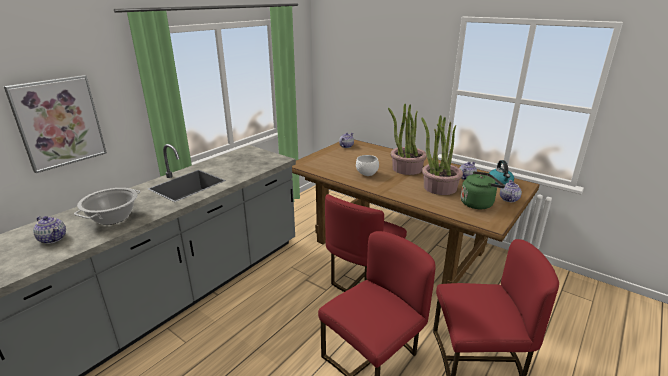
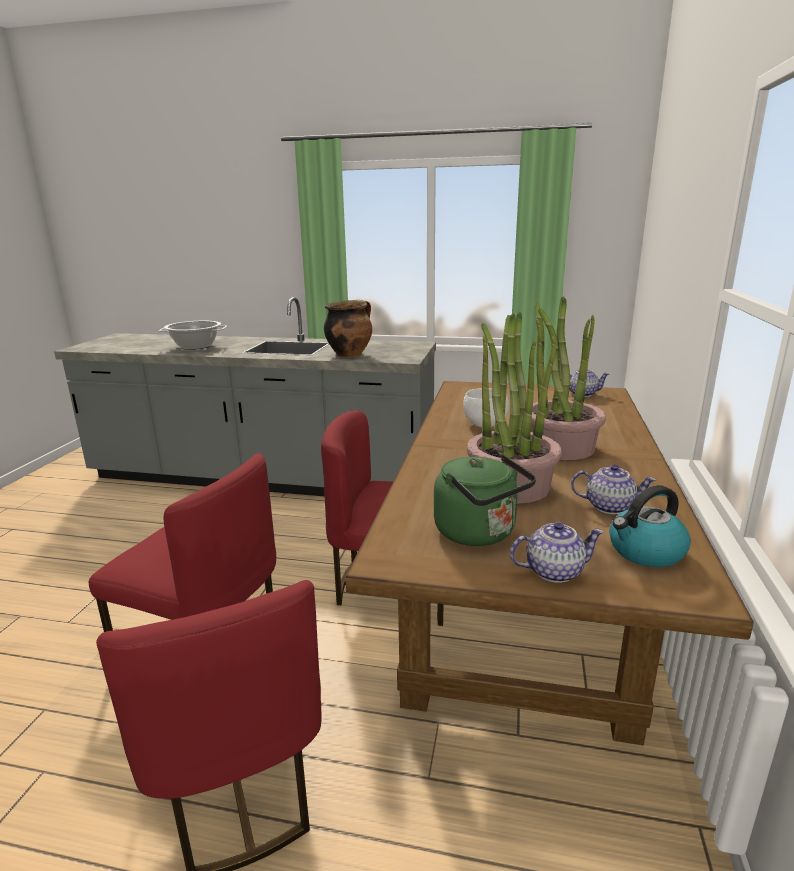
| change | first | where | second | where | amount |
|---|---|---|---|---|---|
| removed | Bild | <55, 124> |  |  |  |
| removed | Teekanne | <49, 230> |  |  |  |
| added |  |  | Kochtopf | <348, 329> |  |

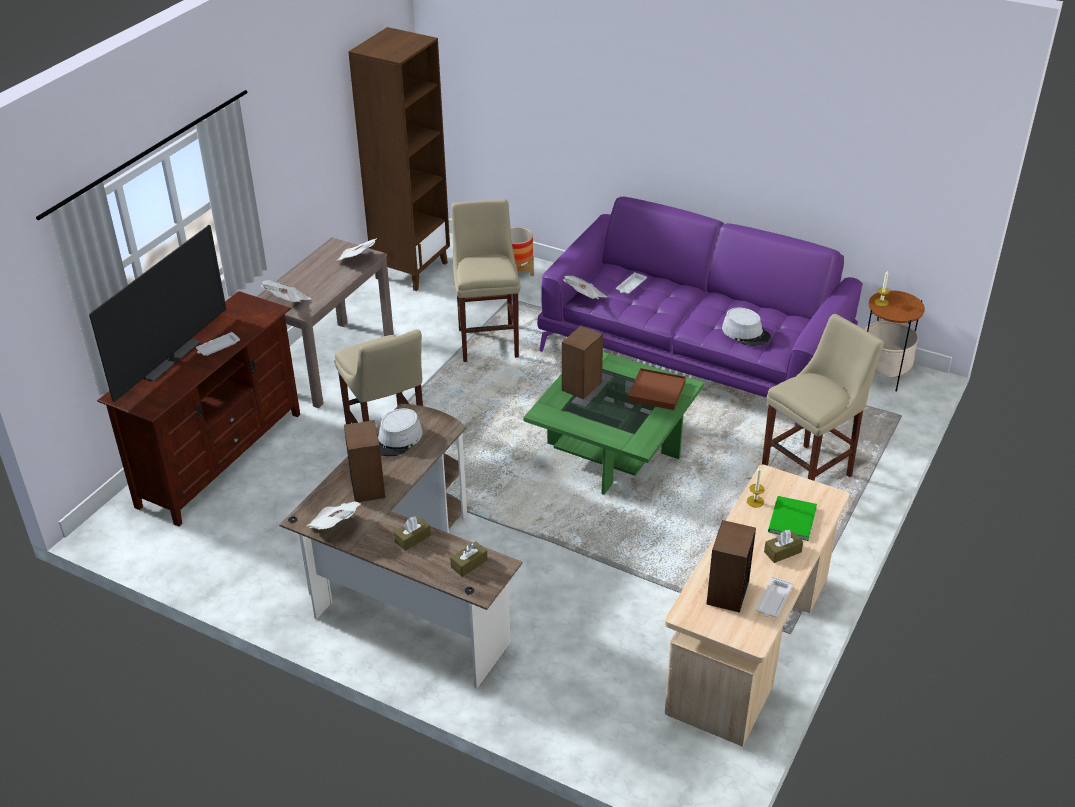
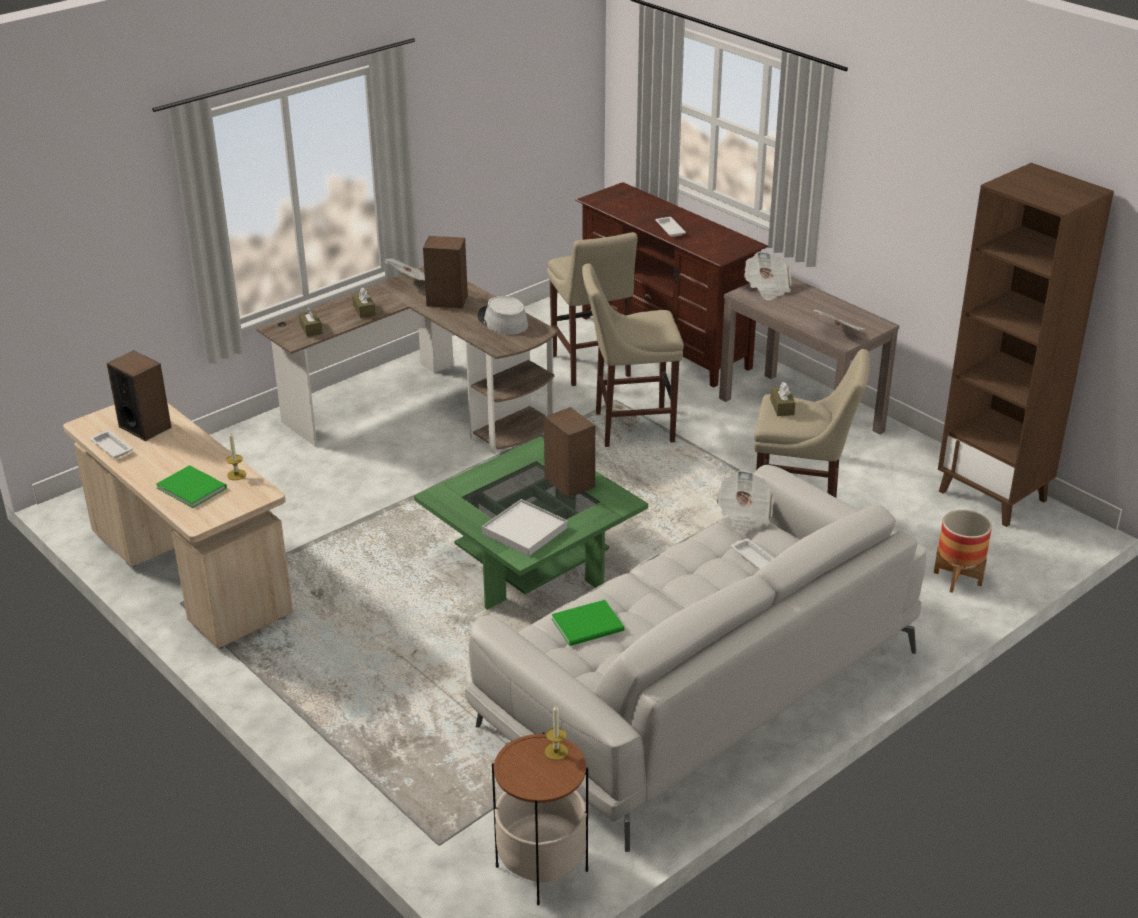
| change | first | where | second | where | amount |
|---|---|---|---|---|---|
| recoloured | Sofa (lila) | <700, 311> | Sofa (weiß) | <696, 658> |  |
| removed | Fernseher | <157, 313> |  |  |  |
| replaced | Hut (grau) | <746, 327> | Buch (grün) | <588, 623> |  |
| moved | Hocker (beige) | <823, 397> |  | <592, 309> |  |
| recoloured | Tablett (braun) | <657, 389> | Tablett (weiß) | <524, 527> |  |
| moved | Taschentuchbox (braun) | <783, 546> |  | <782, 399> |  |

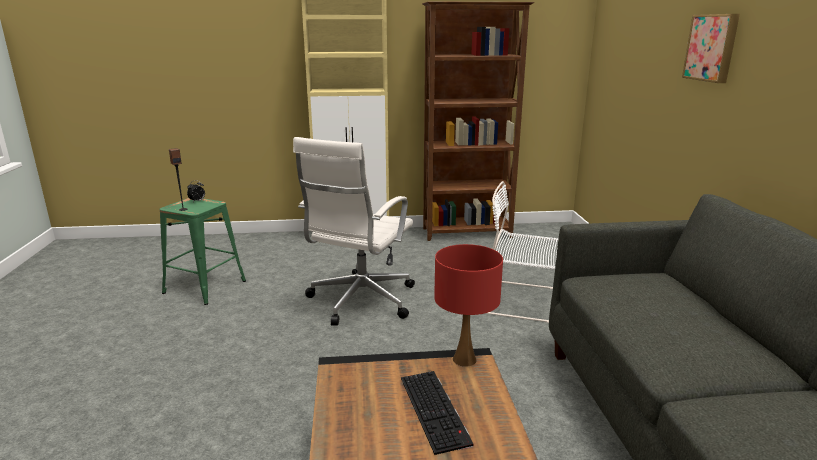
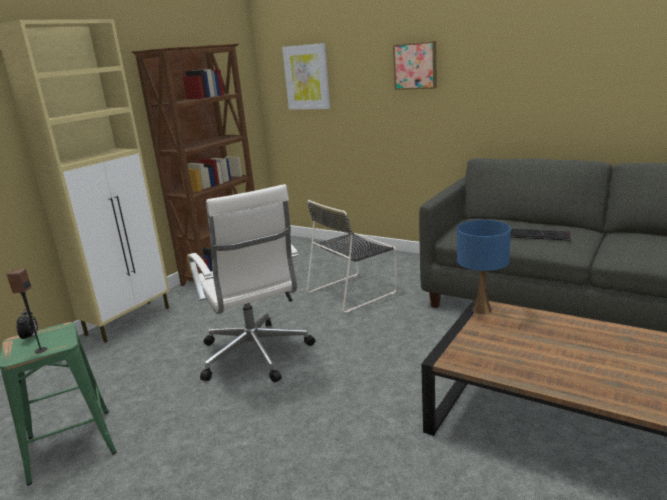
| change | first | where | second | where | amount |
|---|---|---|---|---|---|
| recoloured | Stuhl (weiß) | <521, 252> | Stuhl (schwarz) | <352, 256> |  |
| recoloured | Tischlampe (rot) | <468, 305> | Tischlampe (blau) | <484, 267> |  |
| moved | Tastatur | <437, 413> |  | <540, 235> |  |
| added |  |  | Bild | <306, 76> |  |

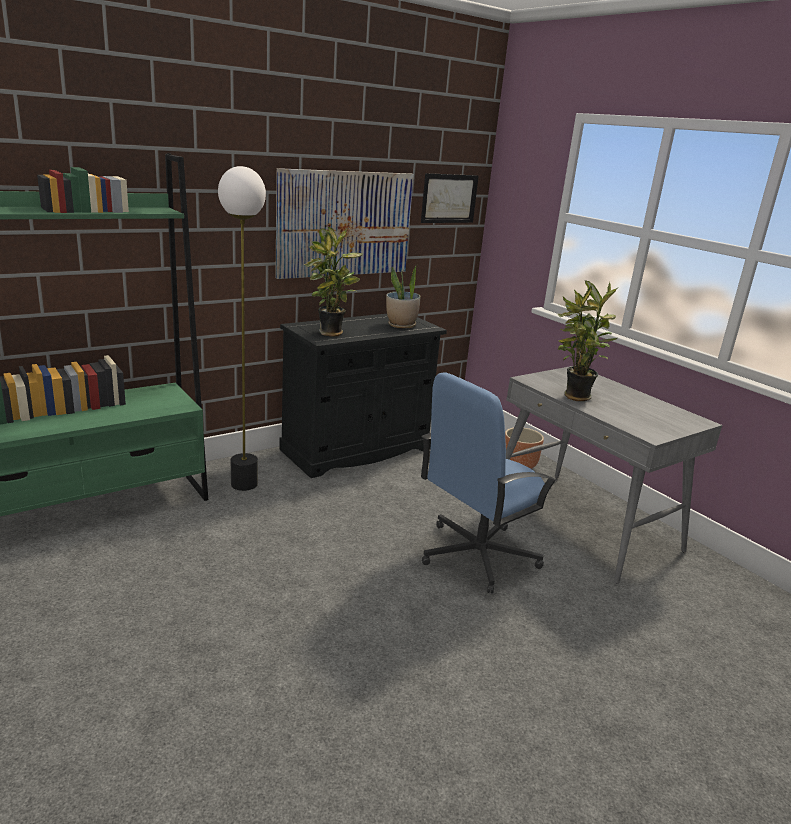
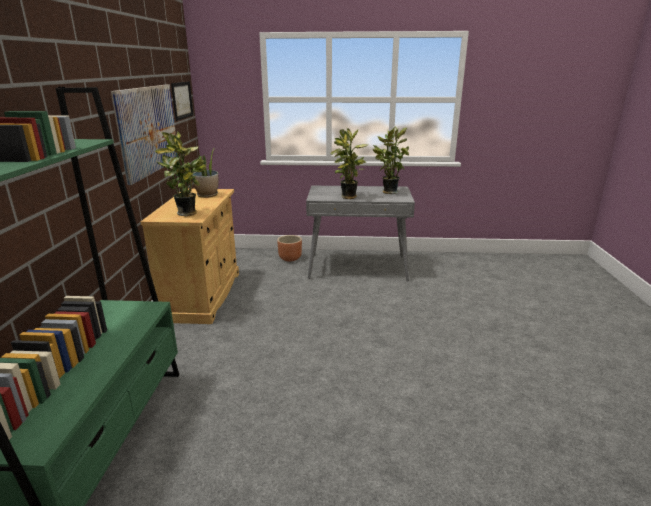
| change | first | where | second | where | amount |
|---|---|---|---|---|---|
| removed | Stehlampe | <242, 328> |  |  |  |
| recoloured | Schrank (schwarz) | <363, 396> | Schrank (beige) | <189, 256> |  |
| removed | Bürostuhl (blau) | <489, 483> |  |  |  |
| added |  |  | Topfpflanze | <391, 160> |  |

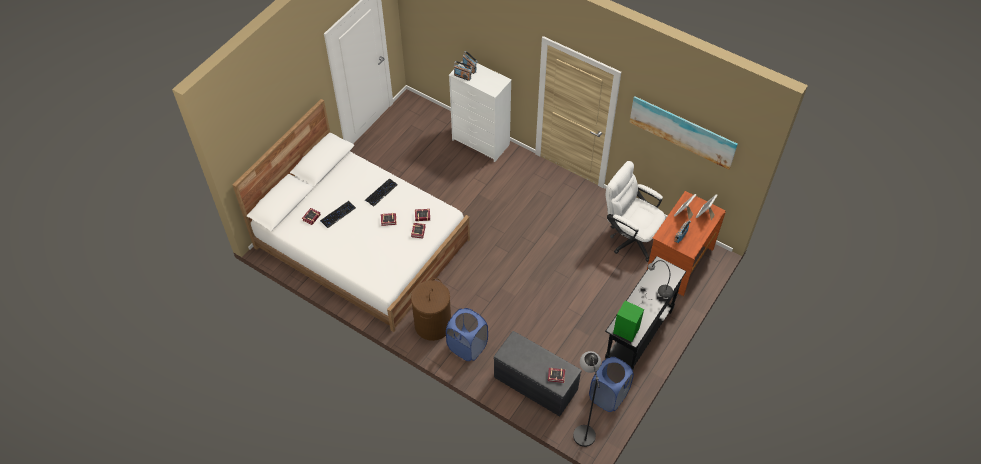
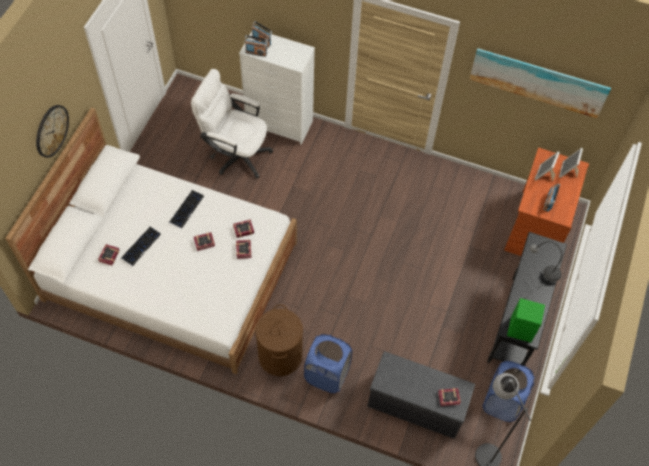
| change | first | where | second | where | amount |
|---|---|---|---|---|---|
| moved | Bürostuhl (weiß) | <635, 211> |  | <232, 124> |  |
| added |  |  | Wanduhr | <52, 131> |  |

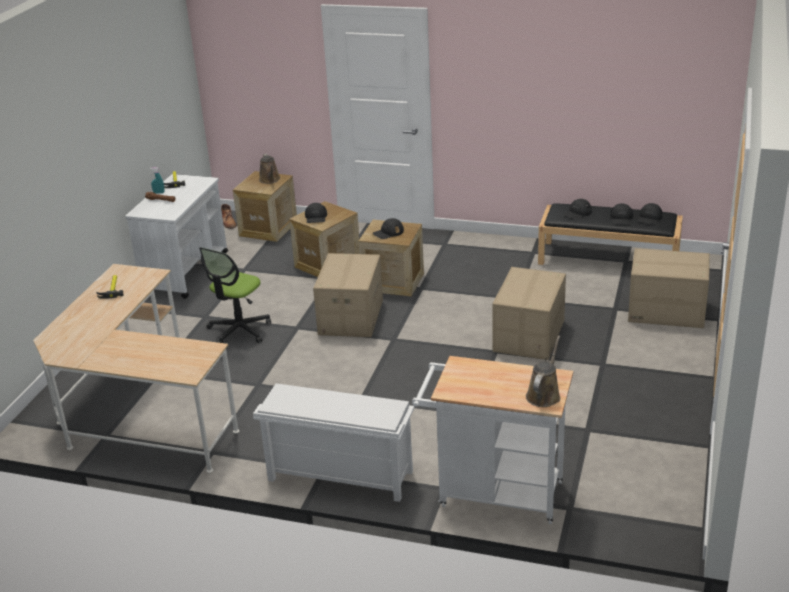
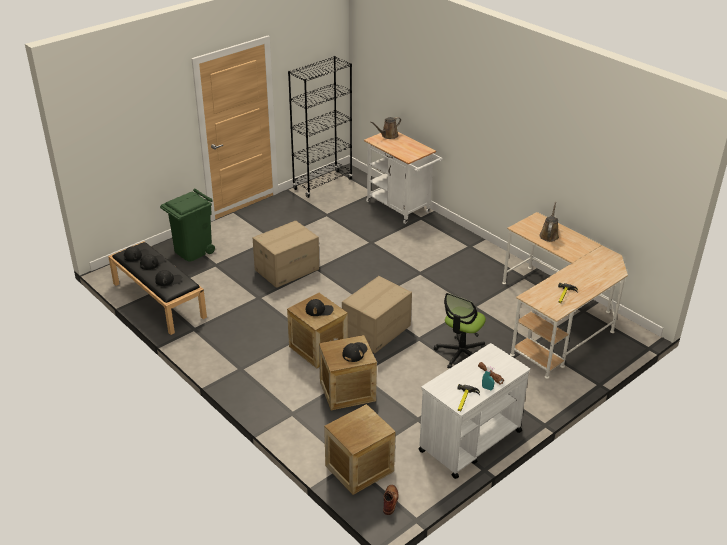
| change | first | where | second | where | amount |
|---|---|---|---|---|---|
| moved | Gießkanne (braun) | <269, 169> |  | <549, 222> |  |
| turned | Bürostuhl | <235, 295> |  | <460, 330> | 150 degrees clockwise |
| replaced | Karton | <669, 288> | Mülleimer (grün) | <187, 225> |  |
| removed | Schuhregal (weiß) | <333, 442> |  |  |  |
| added |  |  | Bücherregal (schwarz) | <320, 127> |  |

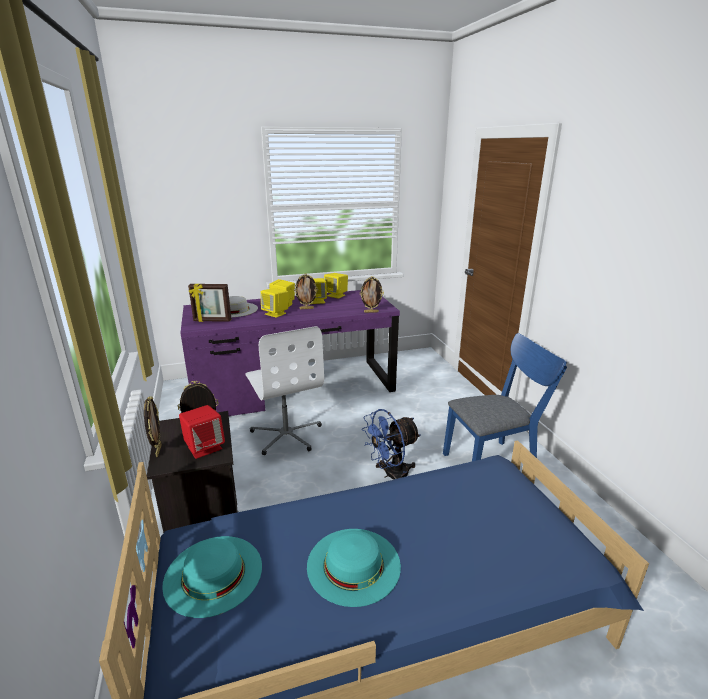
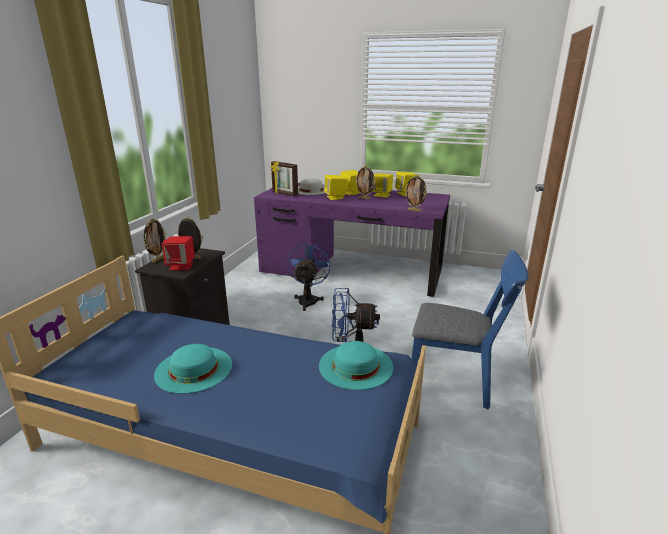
| change | first | where | second | where | amount |
|---|---|---|---|---|---|
| replaced | Bürostuhl (weiß) | <284, 390> | Ventilator (blau) | <309, 276> |  |
| moved | Hut (türkis) | <212, 577> |  | <356, 365> |  |

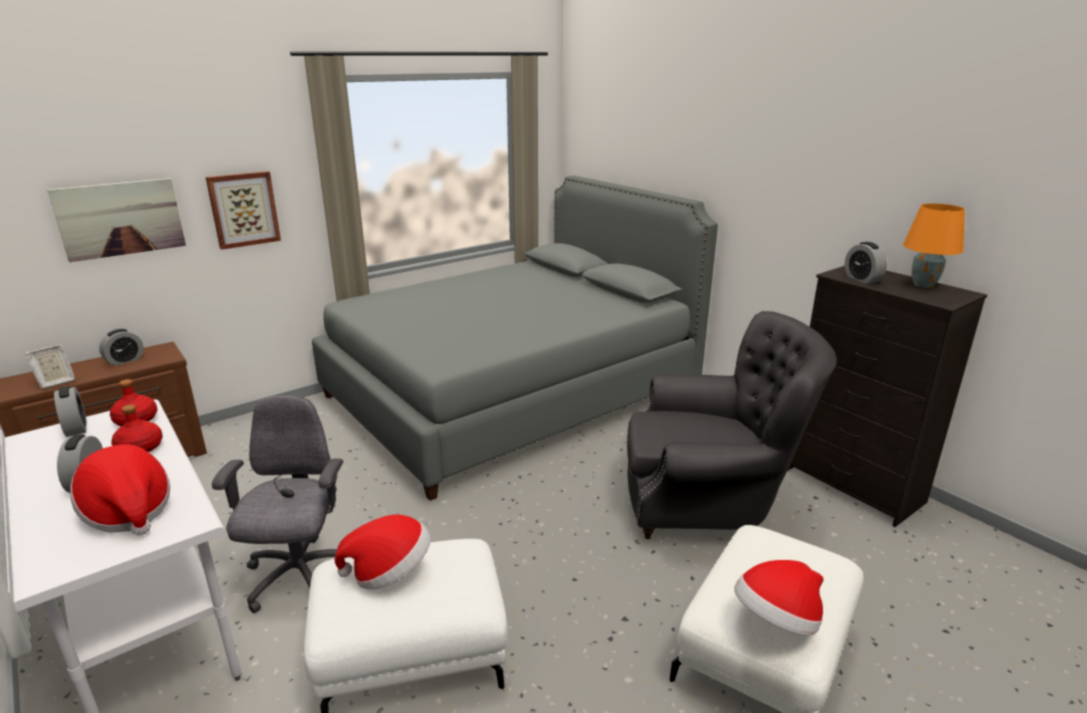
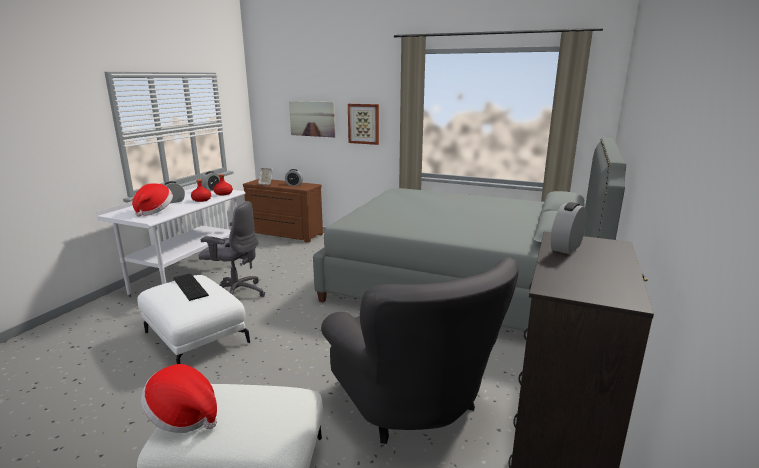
| change | first | where | second | where | amount |
|---|---|---|---|---|---|
| removed | Tischlampe (orange) | <934, 245> |  |  |  |
| turned | Bürostuhl (grau) | <277, 504> |  | <232, 249> | 45 degrees clockwise |
| replaced | Hut | <383, 551> | Tastatur | <191, 287> |  |

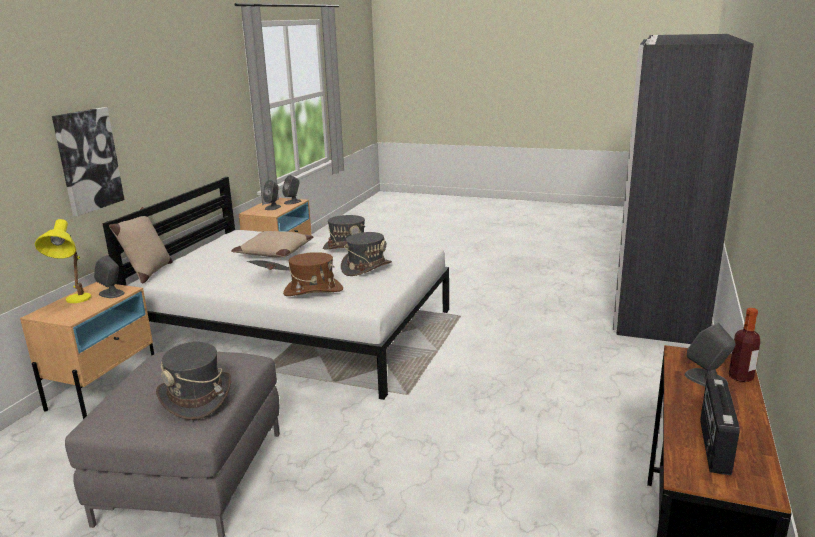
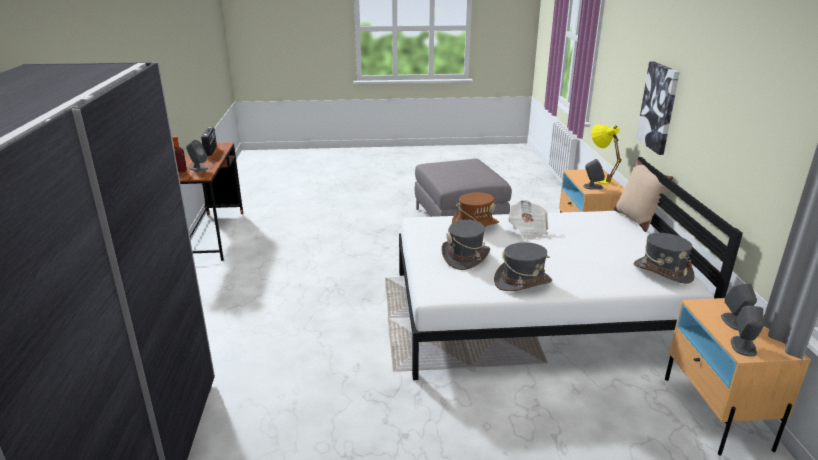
| change | first | where | second | where | amount |
|---|---|---|---|---|---|
| removed | Kissen (beige) | <272, 244> |  |  |  |
| moved | Hut (grau) | <193, 381> |  | <664, 258> |  |

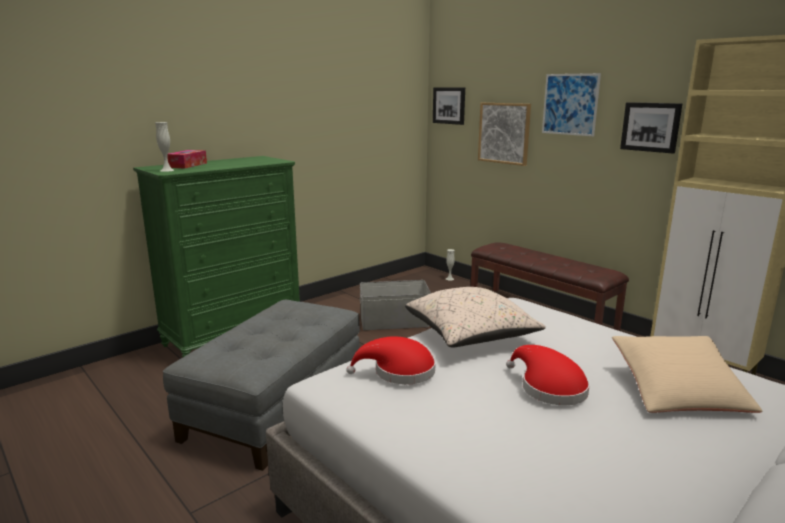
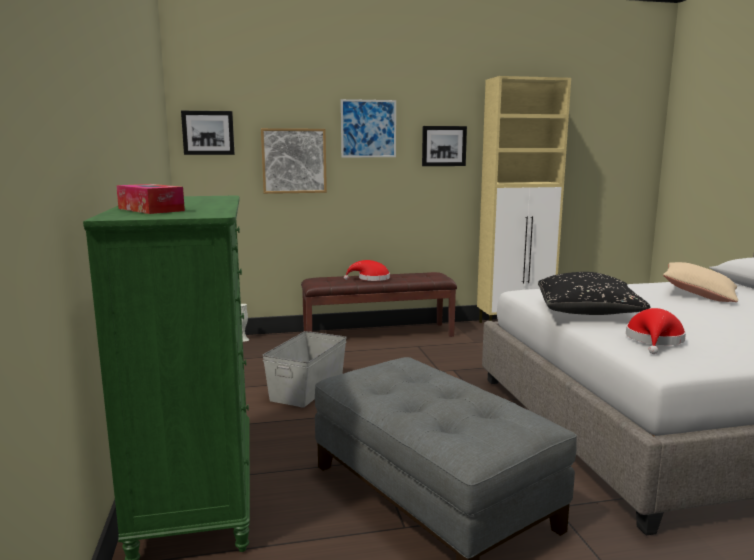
| change | first | where | second | where | amount |
|---|---|---|---|---|---|
| removed | Vase (weiß) | <164, 147> |  |  |  |
| recoloured | Kissen (beige) | <475, 317> | Kissen (schwarz) | <594, 293> |  |
| moved | Hut (rot) | <548, 375> |  | <367, 270> |  |

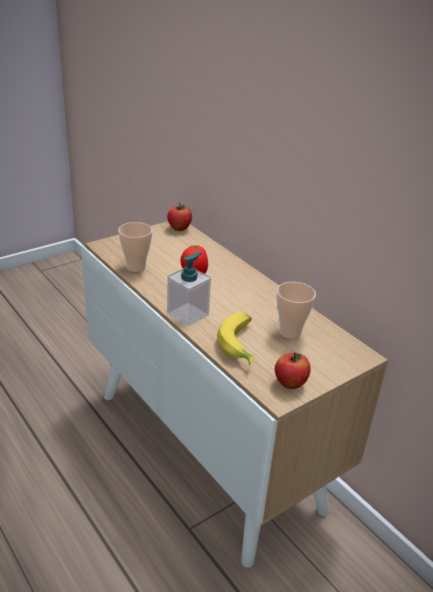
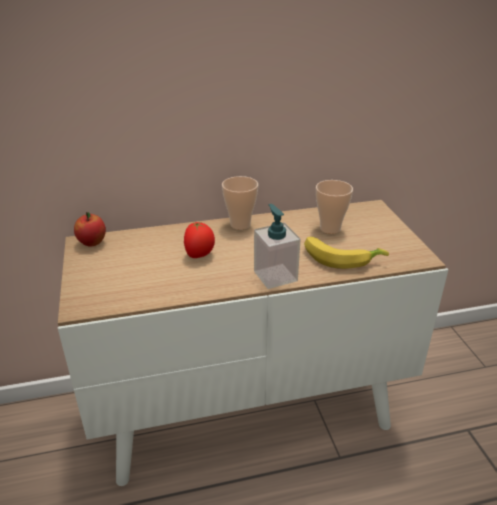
| change | first | where | second | where | amount |
|---|---|---|---|---|---|
| moved | Tasse | <135, 247> |  | <240, 203> |  |
| removed | Apfel | <293, 370> |  |  |  |

